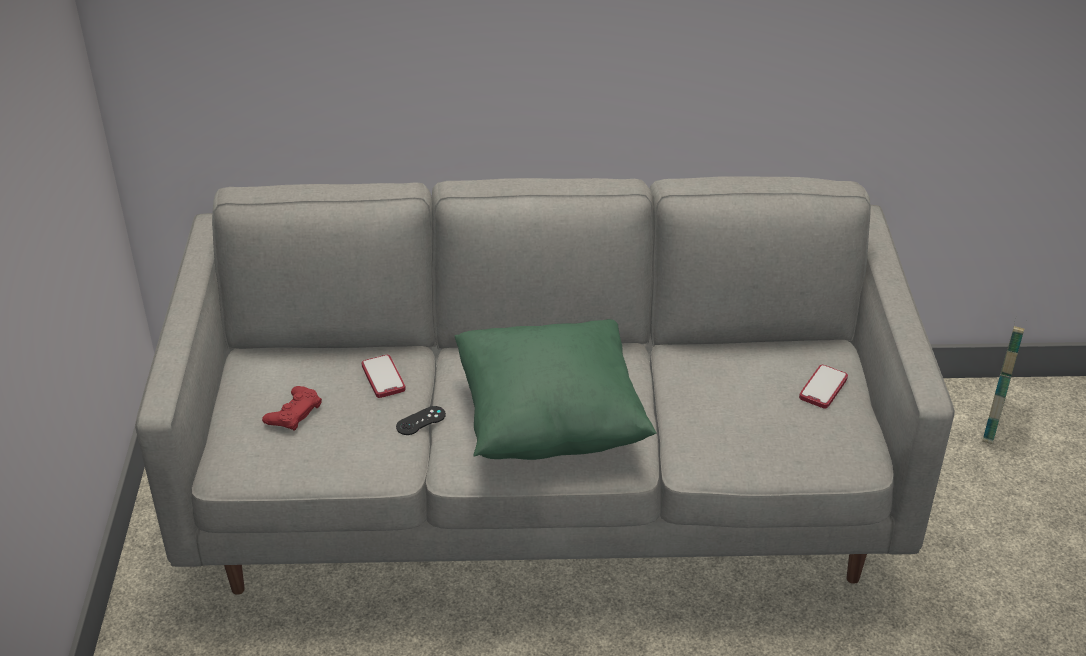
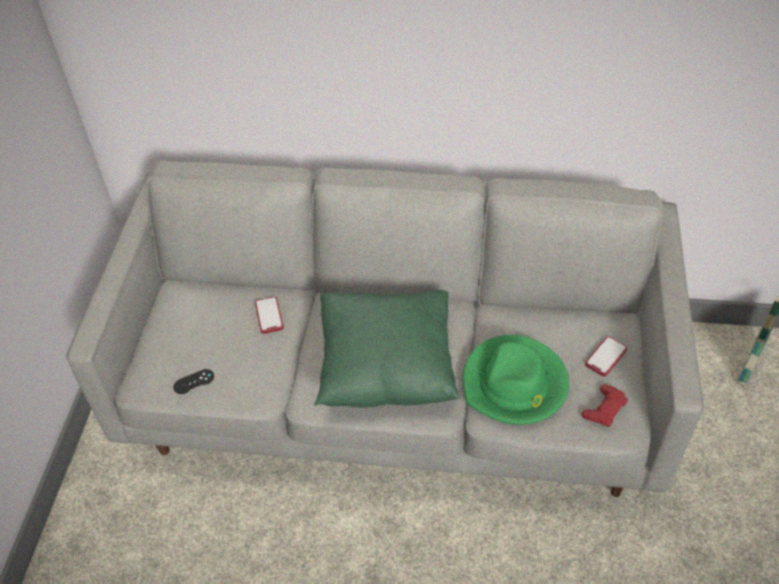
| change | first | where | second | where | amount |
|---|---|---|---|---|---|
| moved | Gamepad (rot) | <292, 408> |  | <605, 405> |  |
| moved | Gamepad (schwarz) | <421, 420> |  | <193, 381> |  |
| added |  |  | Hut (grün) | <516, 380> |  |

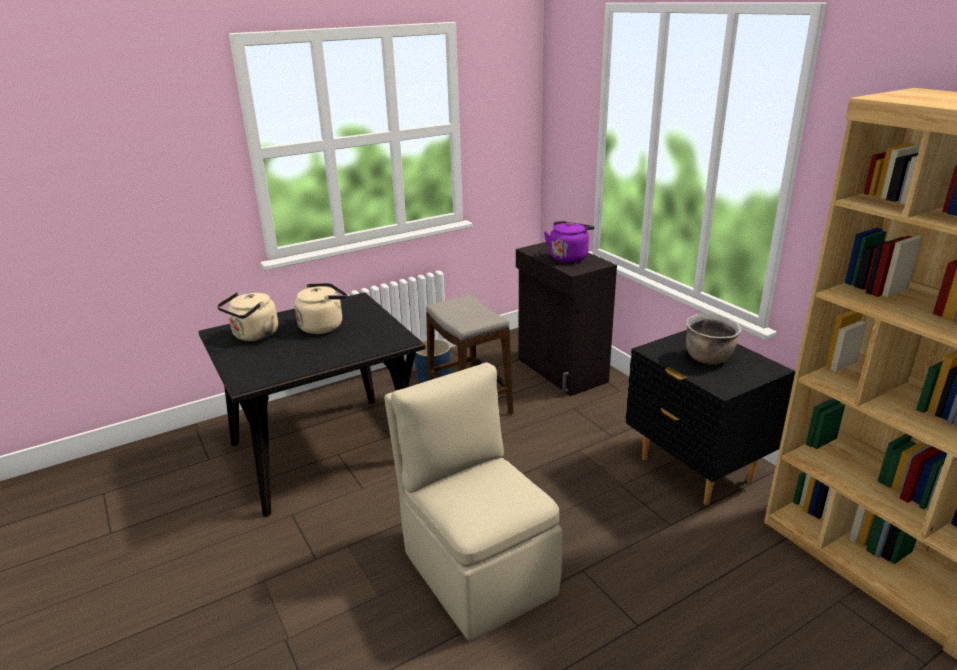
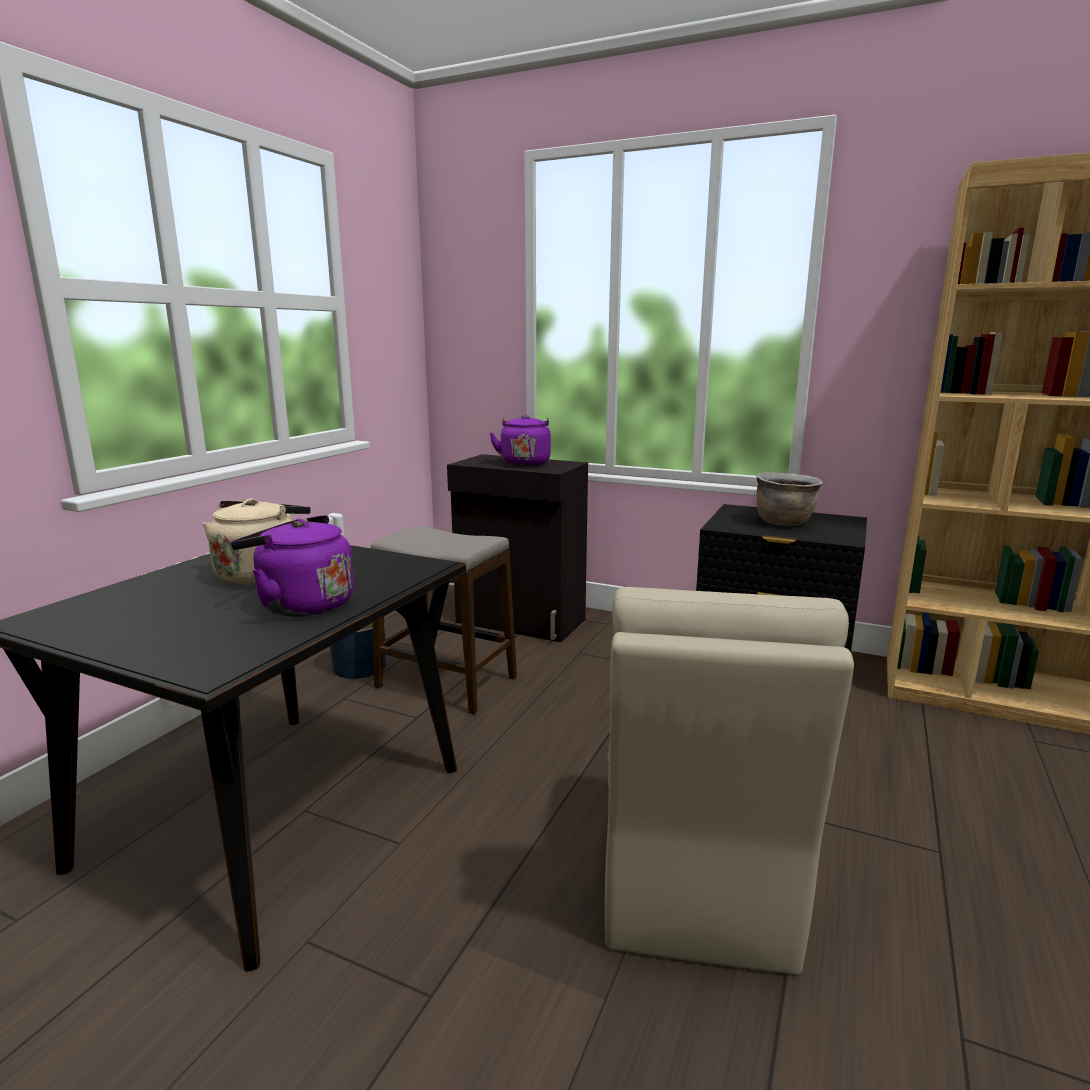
| change | first | where | second | where | amount |
|---|---|---|---|---|---|
| removed | Wasserkessel (beige) | <247, 316> |  |  |  |
| turned | Stuhl (beige) | <473, 501> |  | <729, 781> | 105 degrees counterclockwise |
| added |  |  | Wasserkessel (lila) | <292, 566> |  |

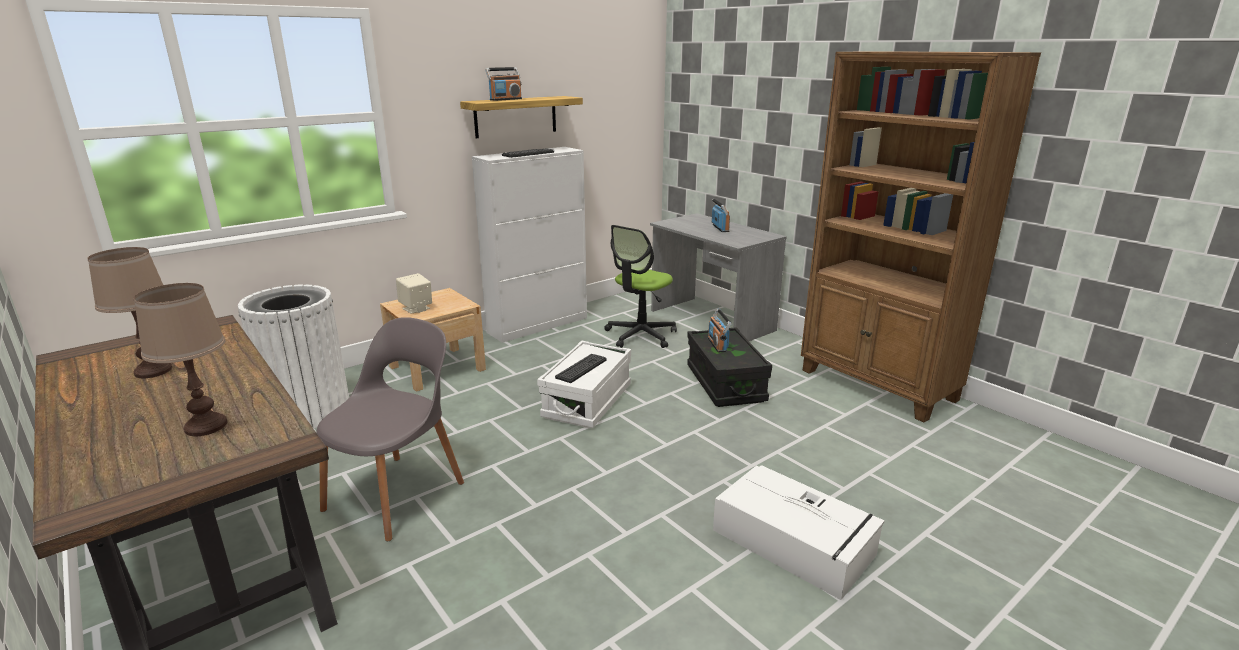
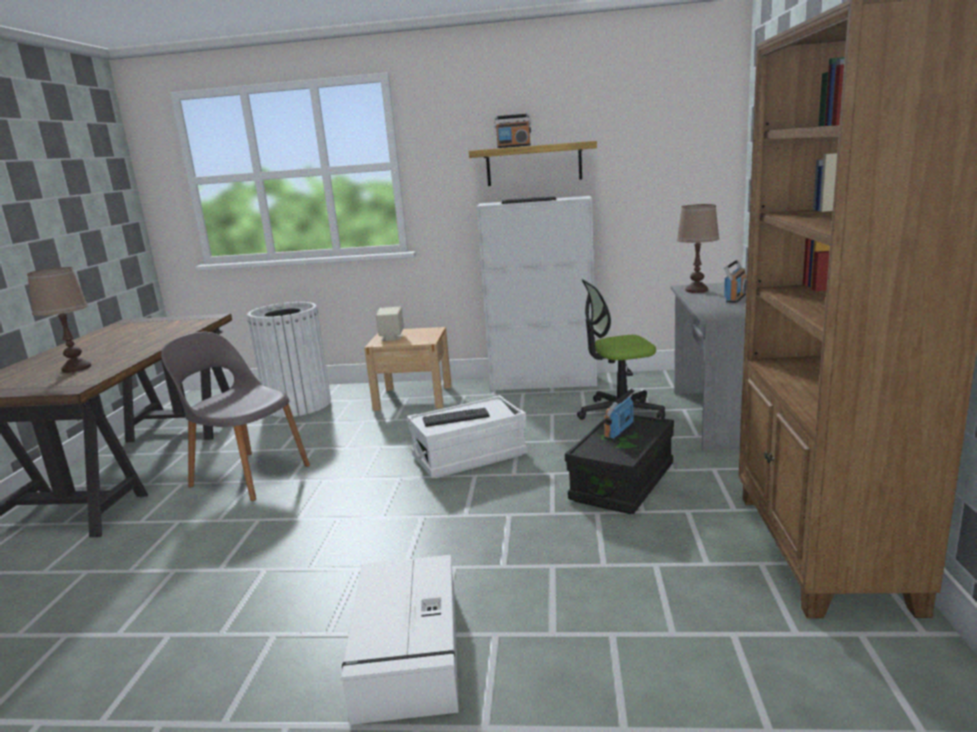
| change | first | where | second | where | amount |
|---|---|---|---|---|---|
| moved | Tischlampe (braun) | <129, 312> |  | <698, 248> |  |
| turned | Stuhl (grau) | <390, 429> |  | <235, 416> | 135 degrees counterclockwise |

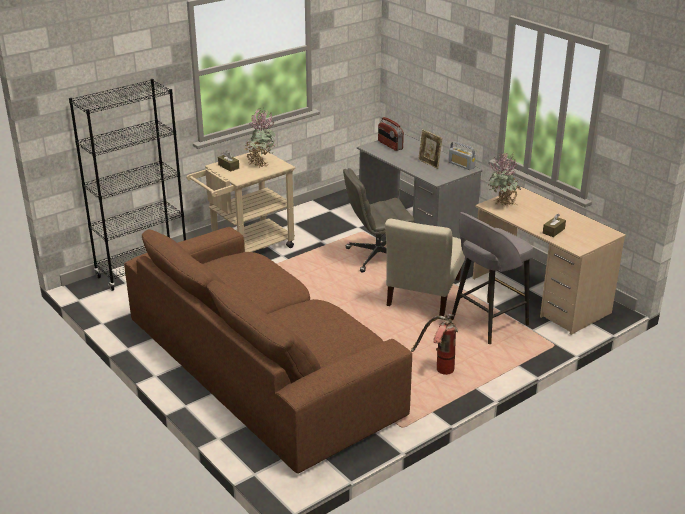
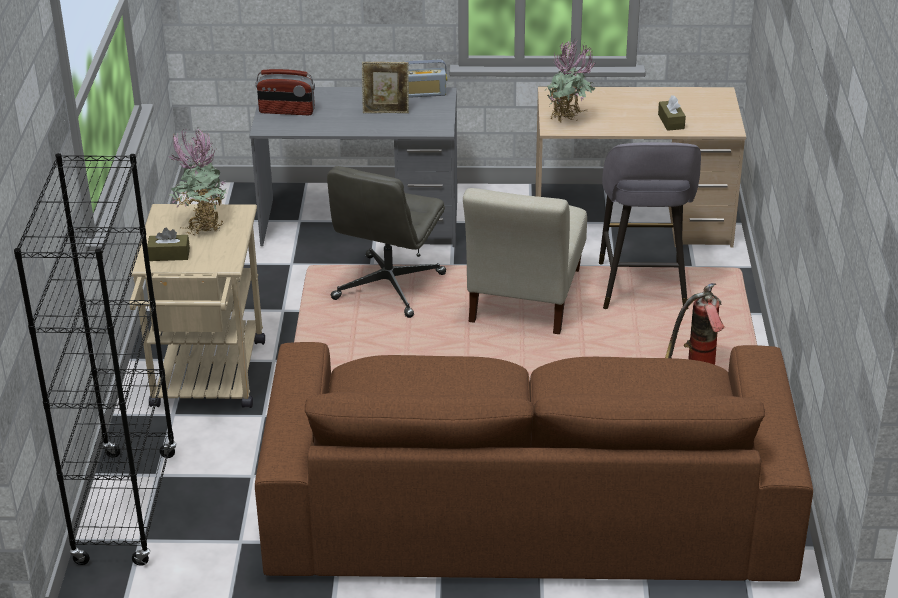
| change | first | where | second | where | amount |
|---|---|---|---|---|---|
| turned | Stuhl (beige) | <425, 267> |  | <525, 261> | 45 degrees clockwise |

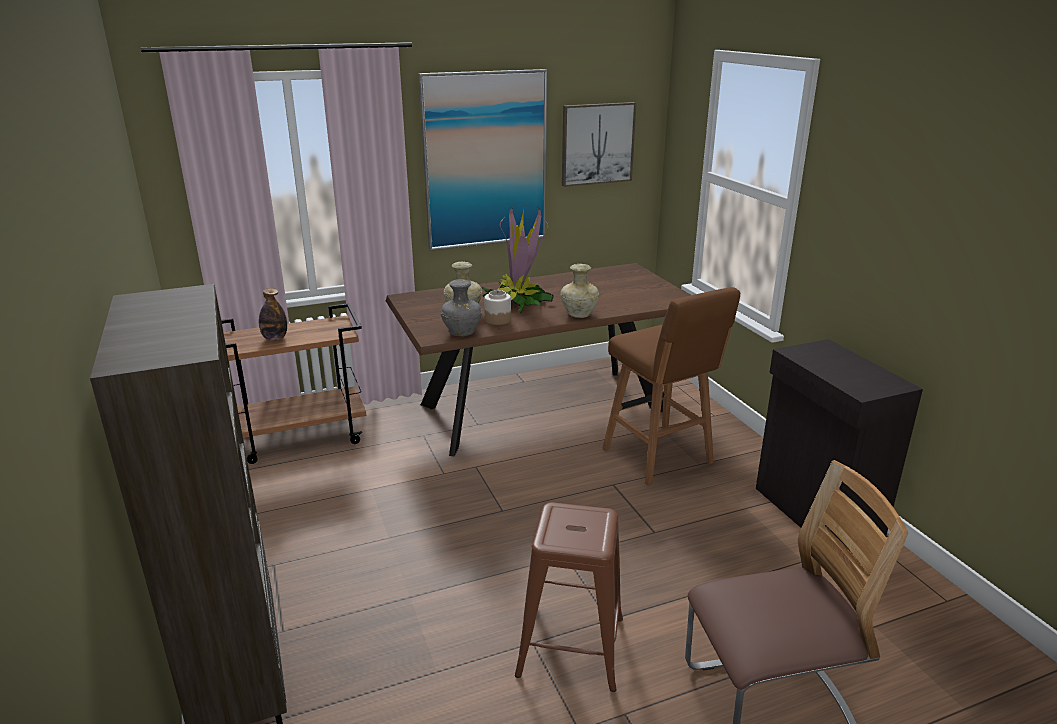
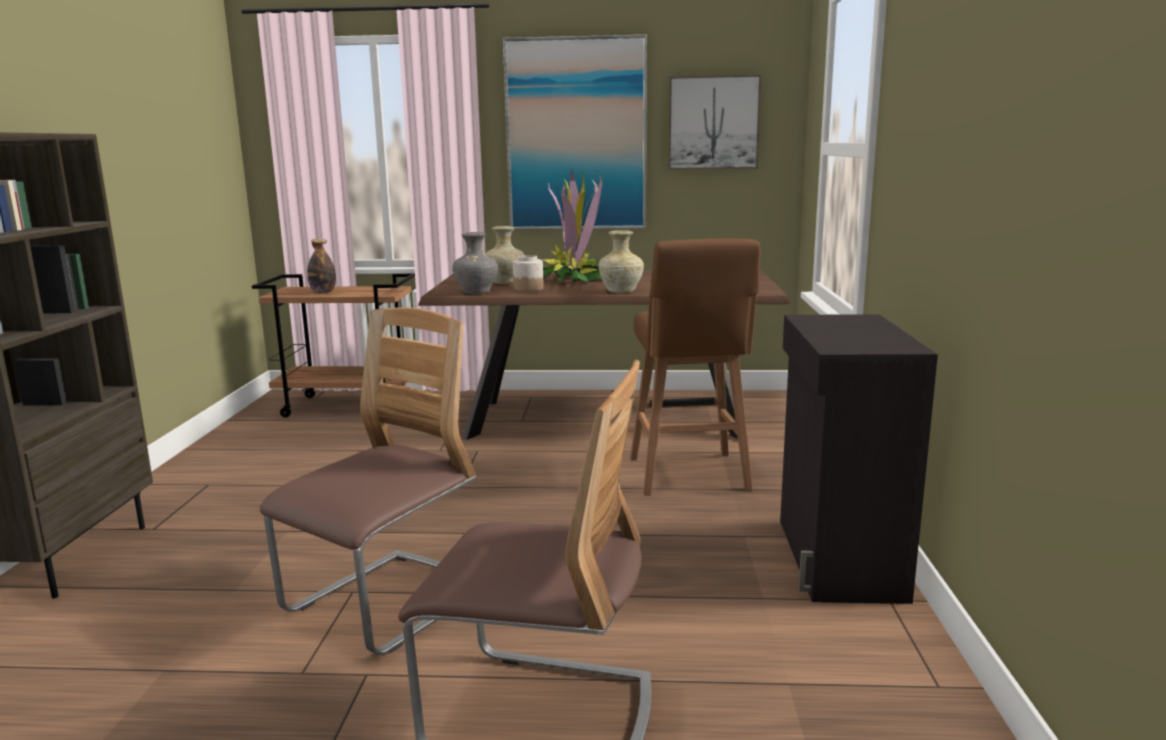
| change | first | where | second | where | amount |
|---|---|---|---|---|---|
| replaced | Hocker (braun) | <569, 597> | Stuhl | <368, 481> |  |

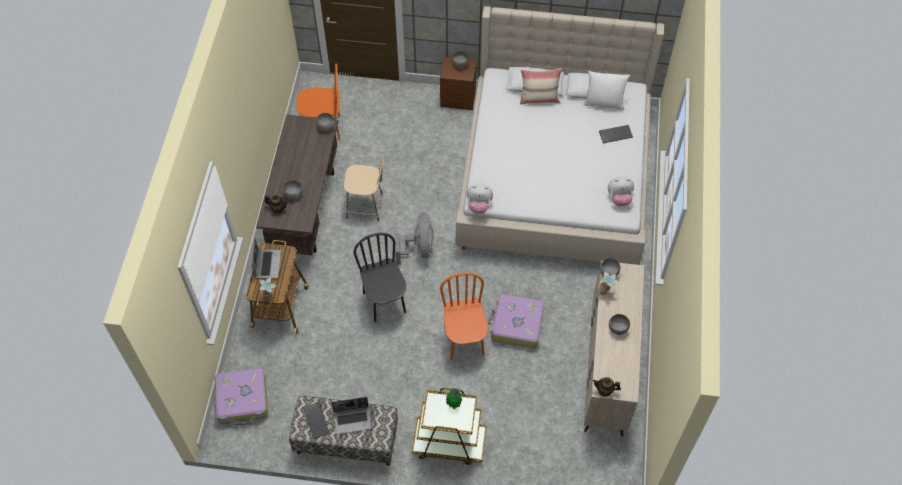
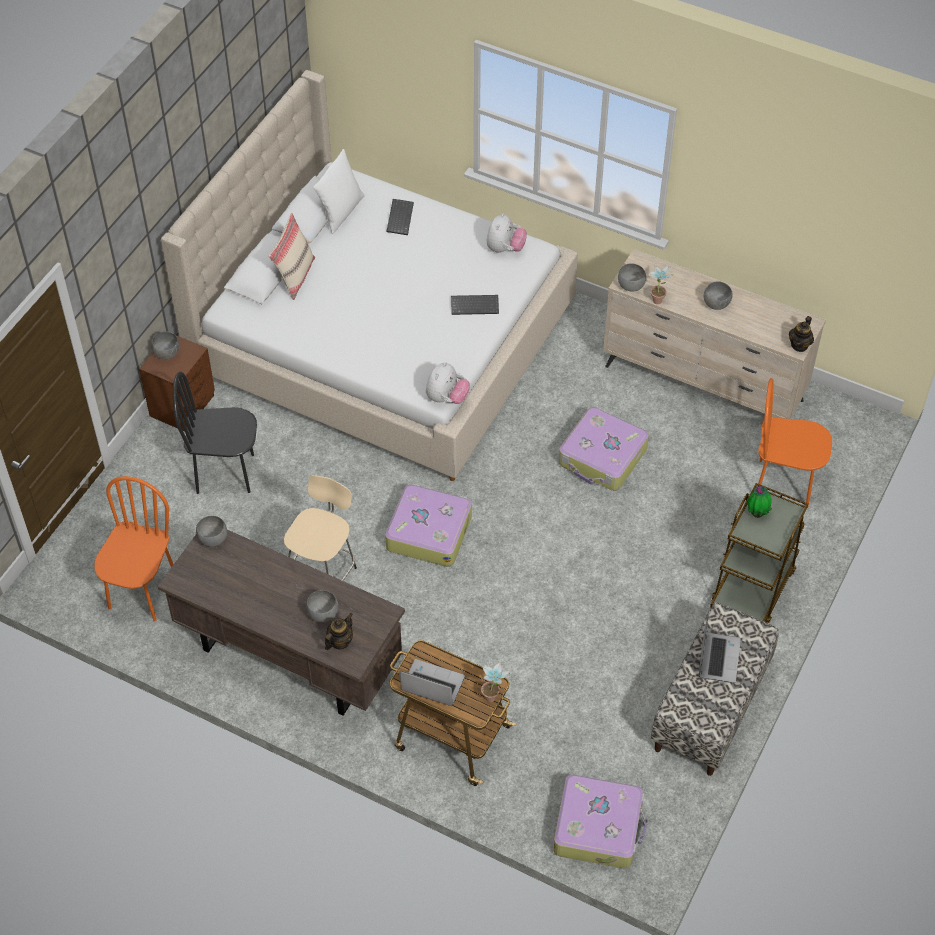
| change | first | where | second | where | amount |
|---|---|---|---|---|---|
| replaced | Ventilator (grau) | <414, 238> | Koffer | <428, 525> |  |
| moved | Stuhl (schwarz) | <380, 277> |  | <215, 432> |  |
| moved | Stuhl (orange) | <464, 316> |  | <795, 443> |  |
| moved | Tastatur | <316, 420> |  | <475, 305> |  |

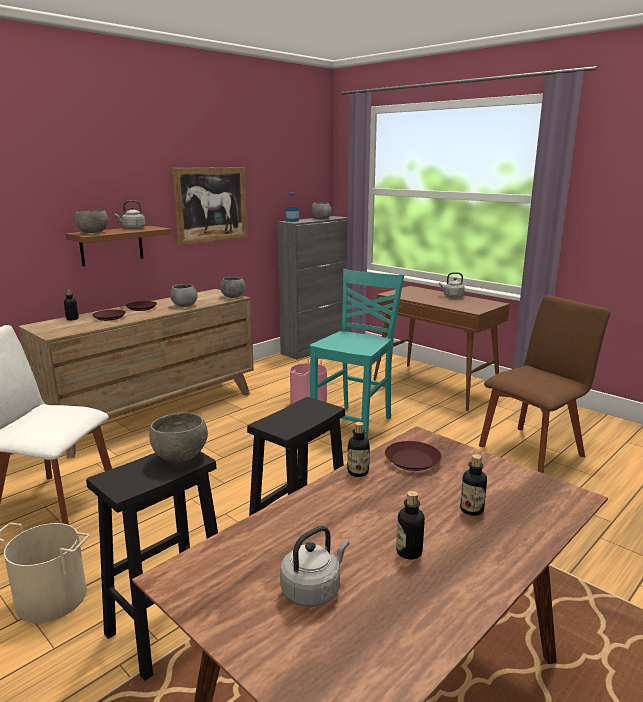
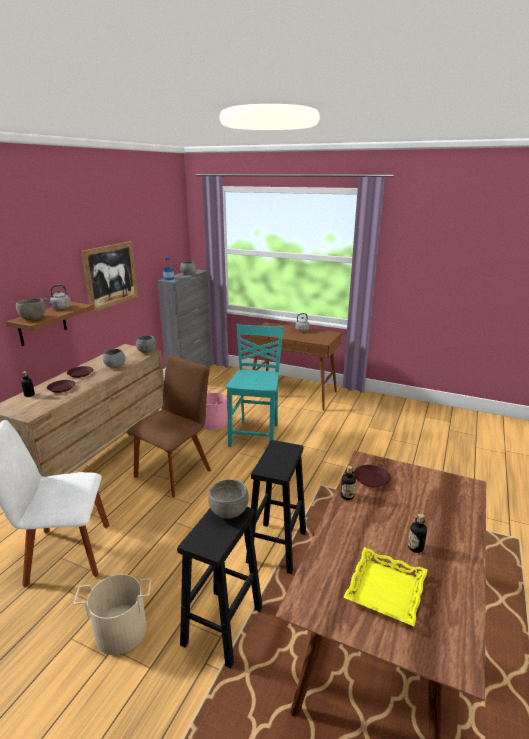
| change | first | where | second | where | amount |
|---|---|---|---|---|---|
| moved | Stuhl (braun) | <544, 384> |  | <169, 426> |  |
| removed | Flasche | <473, 485> |  |  |  |
| replaced | Wasserkessel (grau) | <314, 566> | Tablett (gelb) | <385, 586> |  |

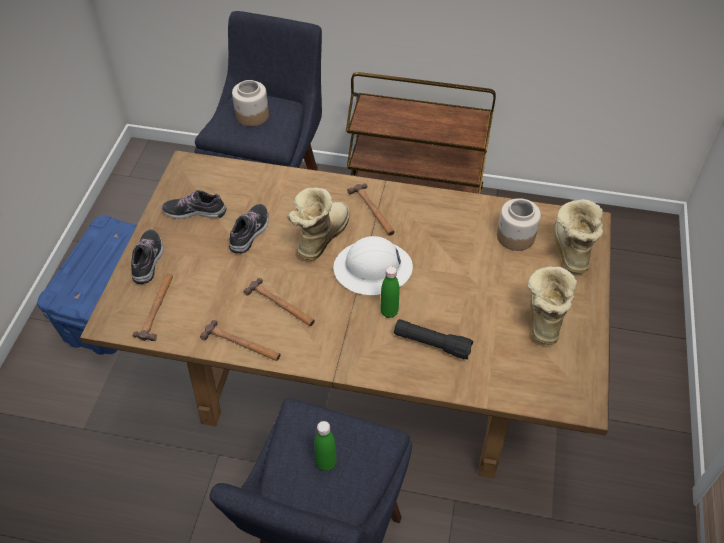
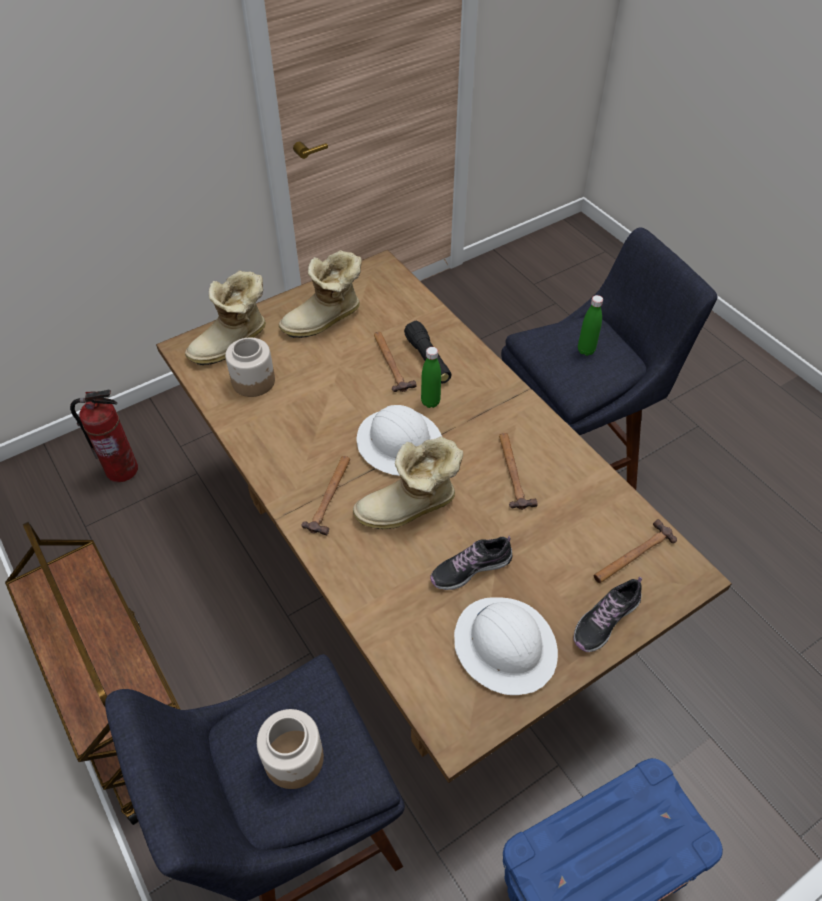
| change | first | where | second | where | amount |
|---|---|---|---|---|---|
| replaced | Schuh | <194, 204> | Schutzhelm (weiß) | <506, 646> |  |
| moved | Hammer | <240, 340> |  | <395, 362> |  |
| added |  |  | Feuerlöscher | <104, 436> |  |

